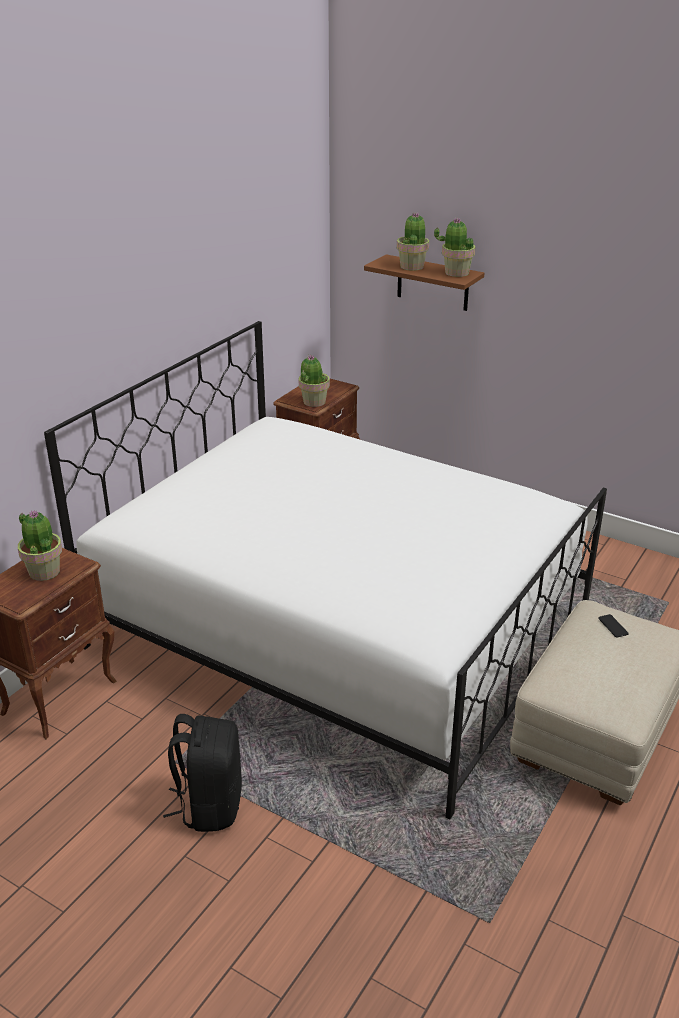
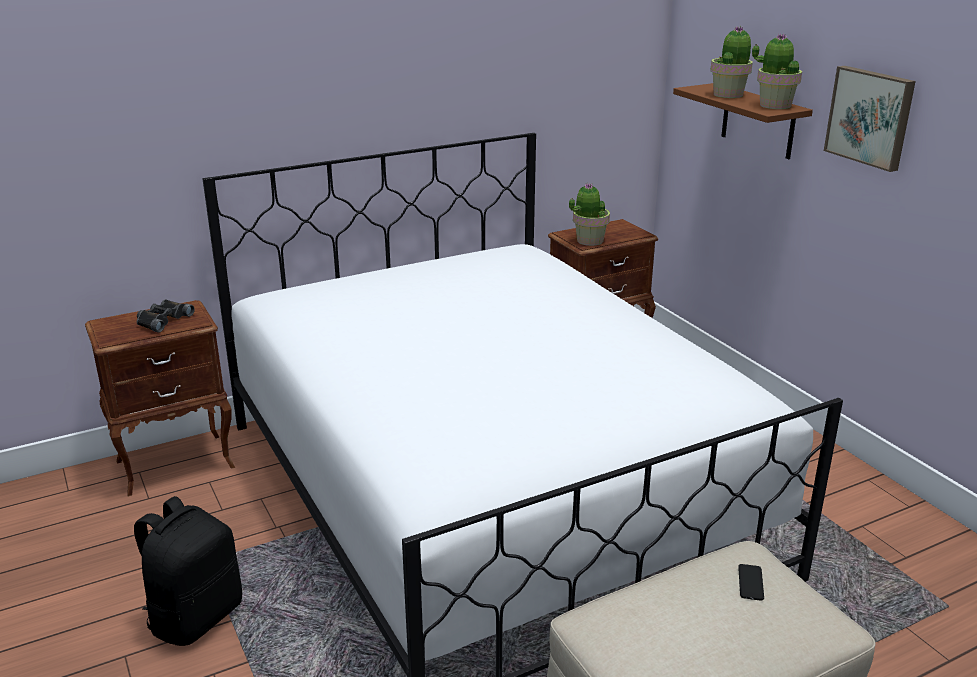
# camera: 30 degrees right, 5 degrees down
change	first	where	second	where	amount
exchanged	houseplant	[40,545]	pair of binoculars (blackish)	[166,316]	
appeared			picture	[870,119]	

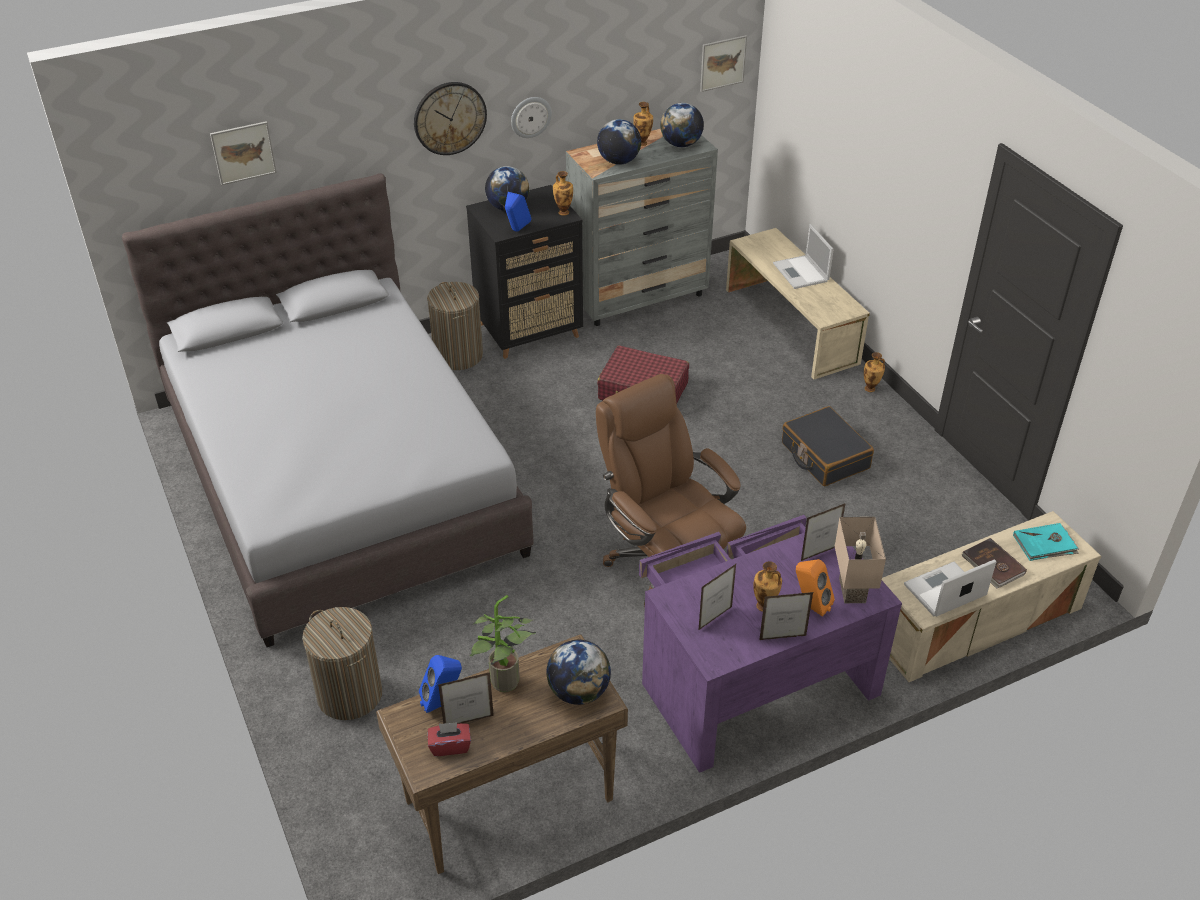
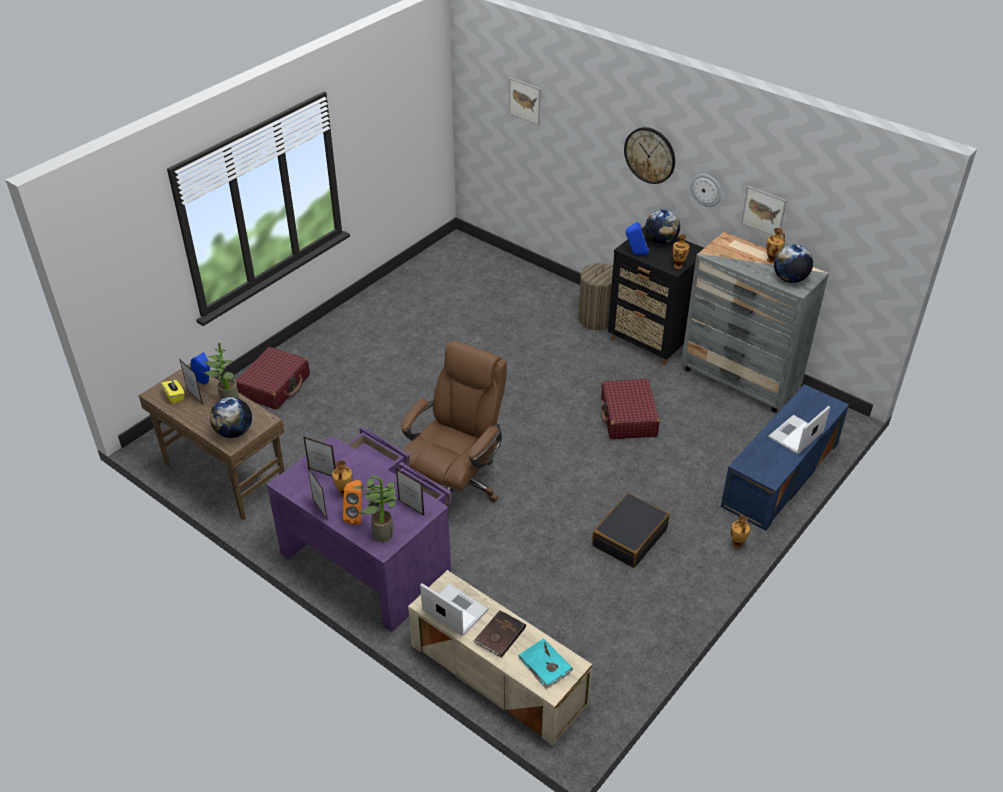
# camera: 65 degrees right, 0 degrees up
change	first	where	second	where	amount
missing	sleeping bed (grey)	[327,410]			
exchanged	laundry basket	[342,663]	travel case (red-coloured)	[272,378]	
colour	tissue holder (red-coloured)	[449,739]	tissue holder (yellow)	[173,391]	
missing	desk globe	[619,142]			
relocated	picture	[723,63]		[764,210]	
colour	bench (beige)	[798,304]	bench (blue-coloured)	[785,457]	
exchanged	table lamp (beige)	[860,560]	houseplant	[374,508]	

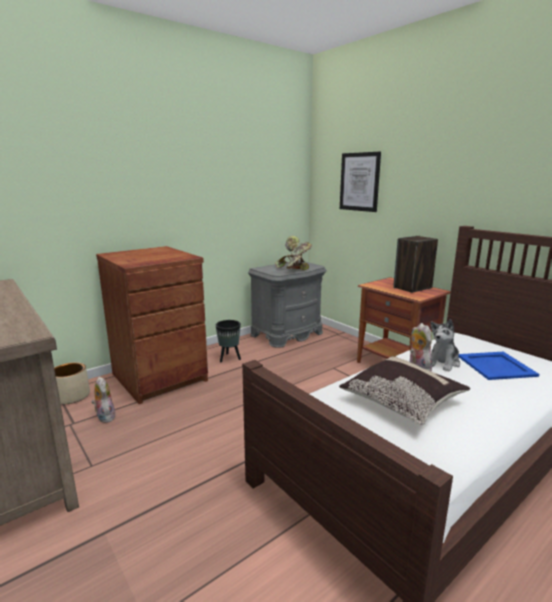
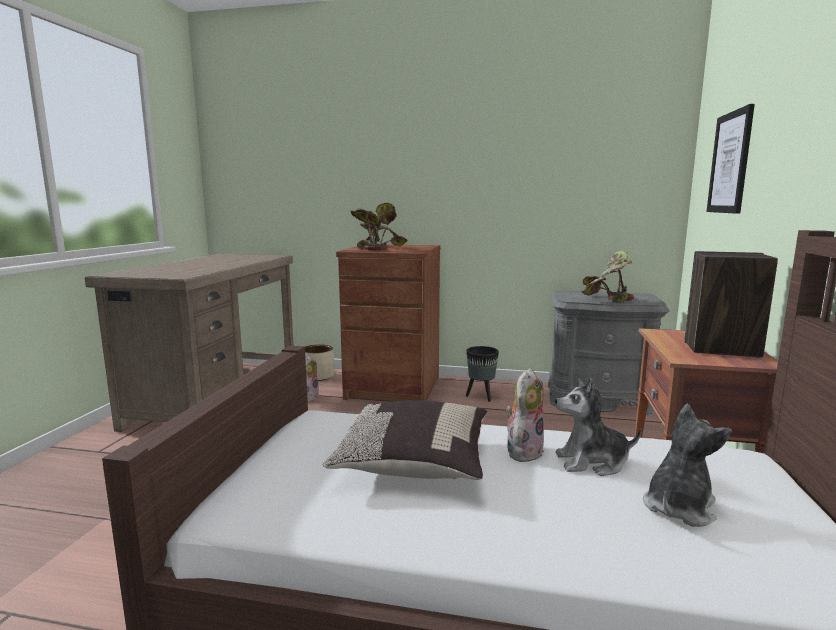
# camera: 50 degrees right, 5 degrees down
change	first	where	second	where	amount
exchanged	tray (blue-coloured)	[499,366]	cuddly toy	[687,465]	
appeared			houseplant	[379,227]	

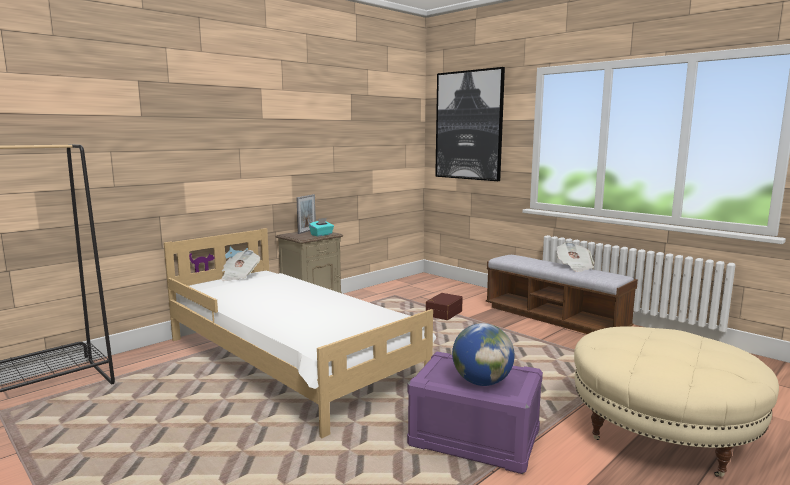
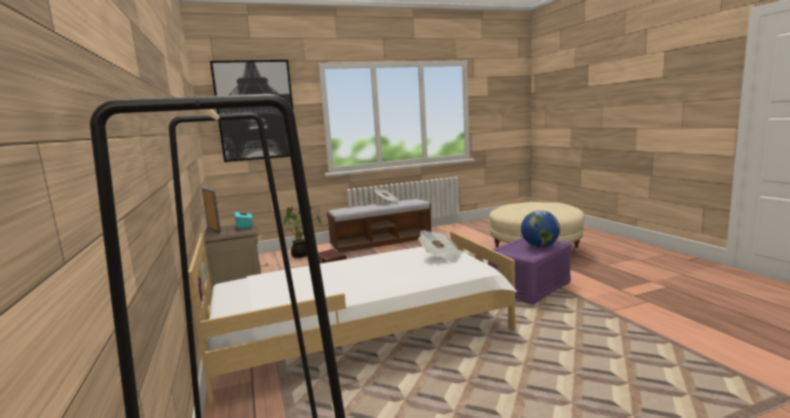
# camera: 65 degrees left, 0 degrees up
change	first	where	second	where	amount
relocated	newspaper	[240,265]		[440,247]	
appeared			houseplant	[302,232]	

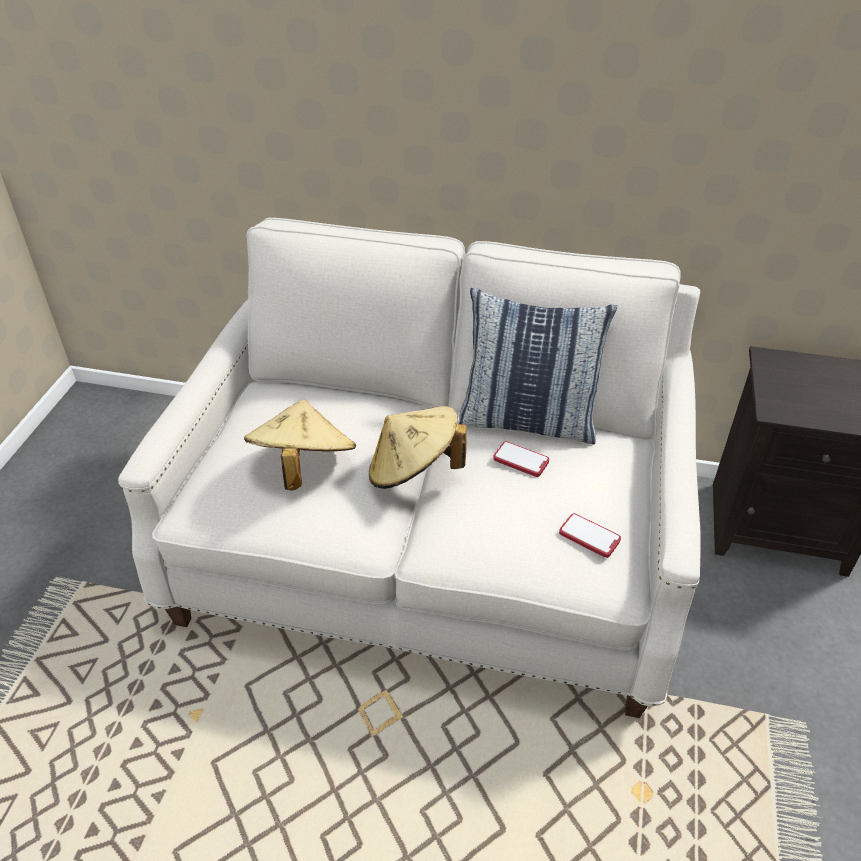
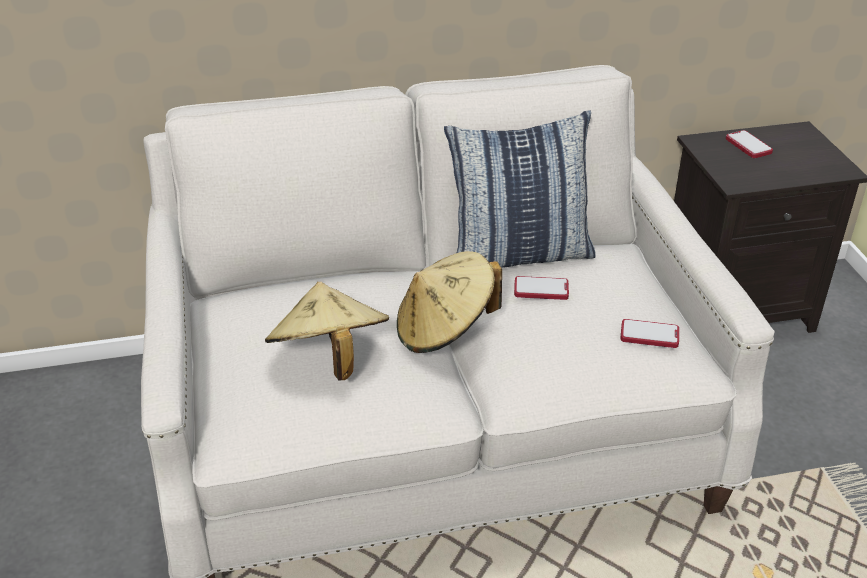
# camera: 25 degrees left, 5 degrees down
change	first	where	second	where	amount
appeared			telephone	[749,144]	

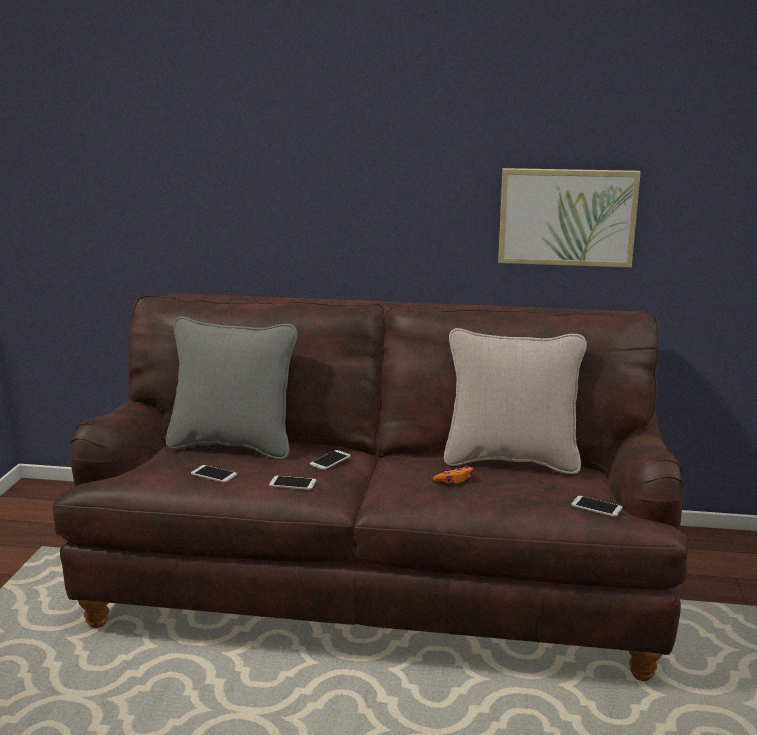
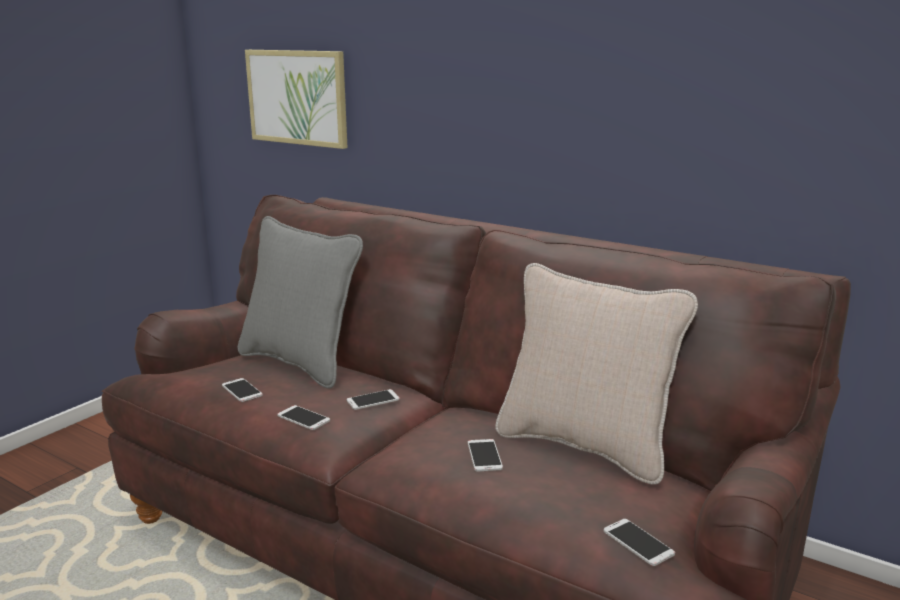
# camera: 25 degrees right, 0 degrees up
change	first	where	second	where	amount
exchanged	joypad (orange-coloured)	[453,474]	telephone	[485,455]	
relocated	picture	[569,218]		[296,99]	

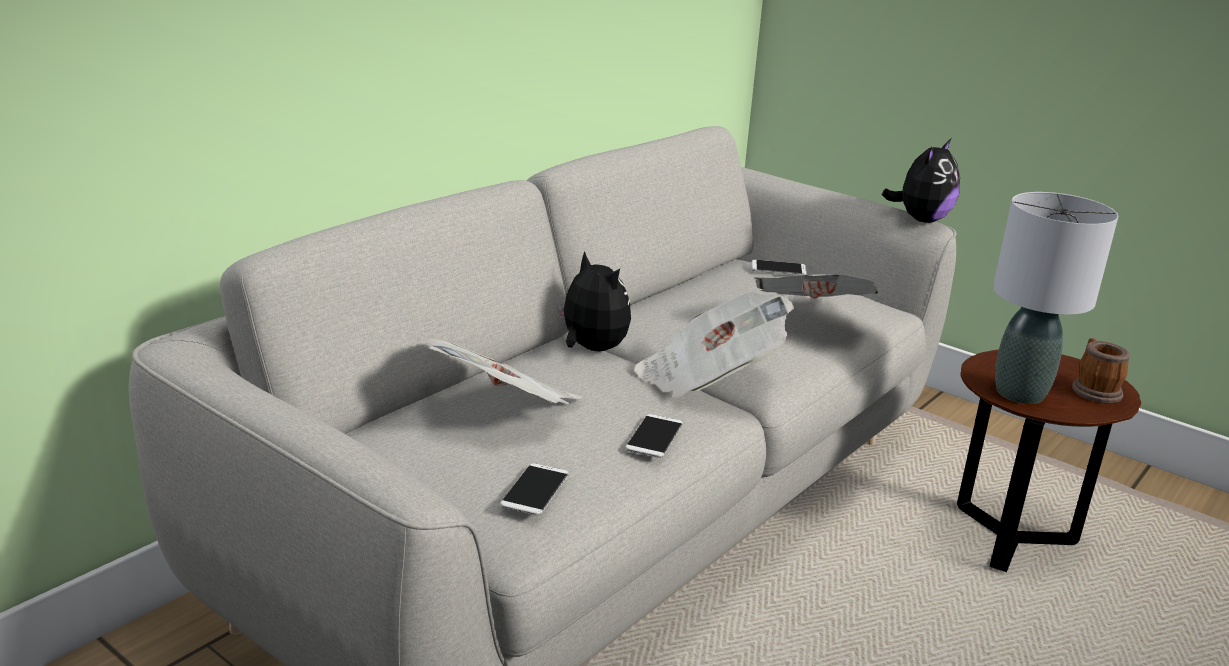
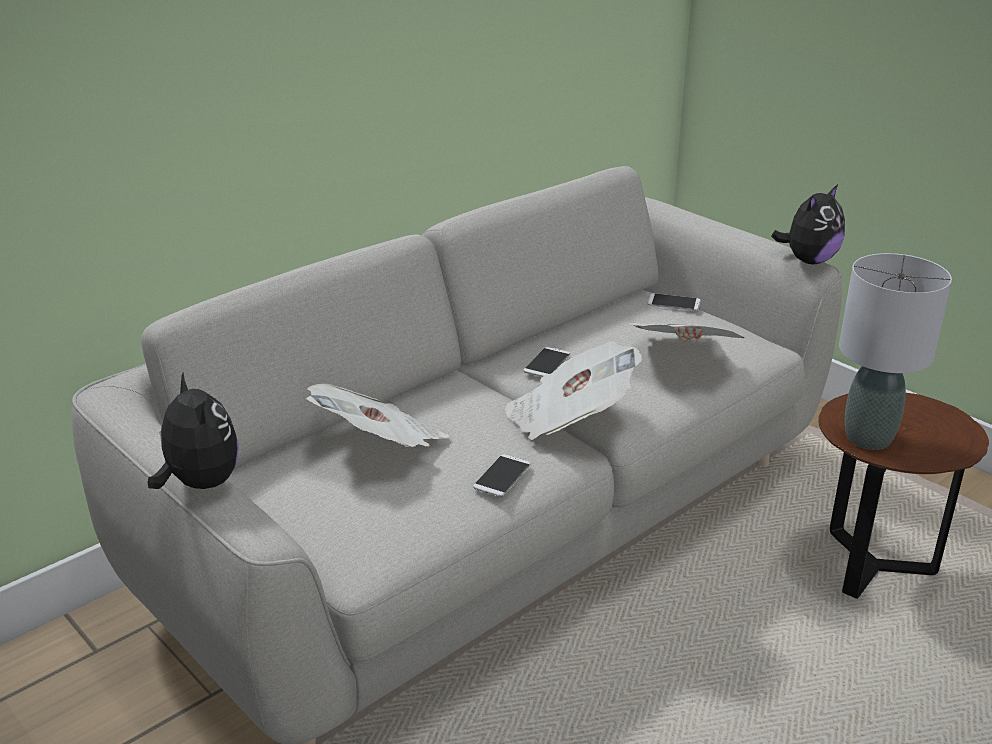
# camera: 10 degrees right, 5 degrees up
change	first	where	second	where	amount
relocated	telephone	[534,489]		[546,362]	
relocated	cuddly toy	[594,301]		[193,431]	
missing	tea mug	[1101,371]			

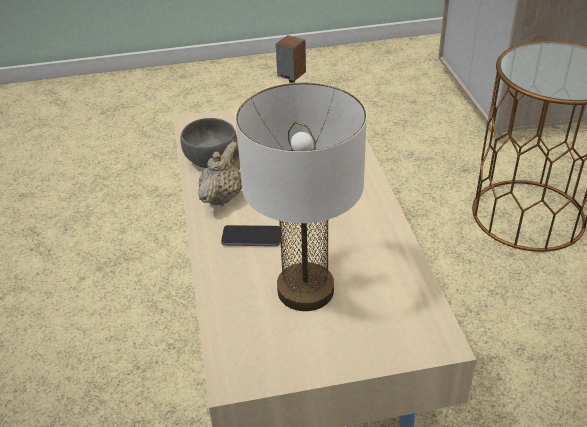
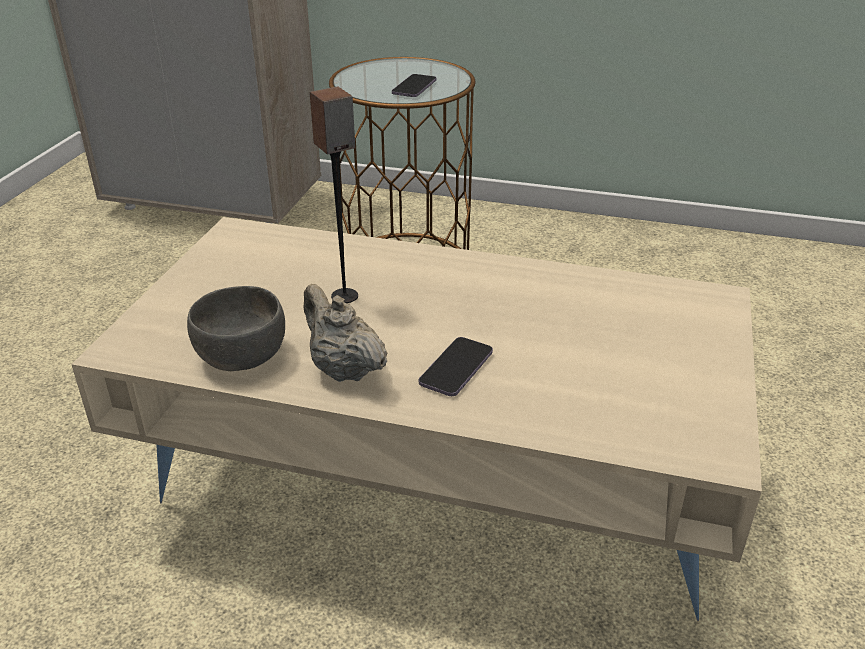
# camera: 65 degrees left, 5 degrees down
change	first	where	second	where	amount
missing	table lamp	[301,196]			
appeared			telephone	[414,85]	

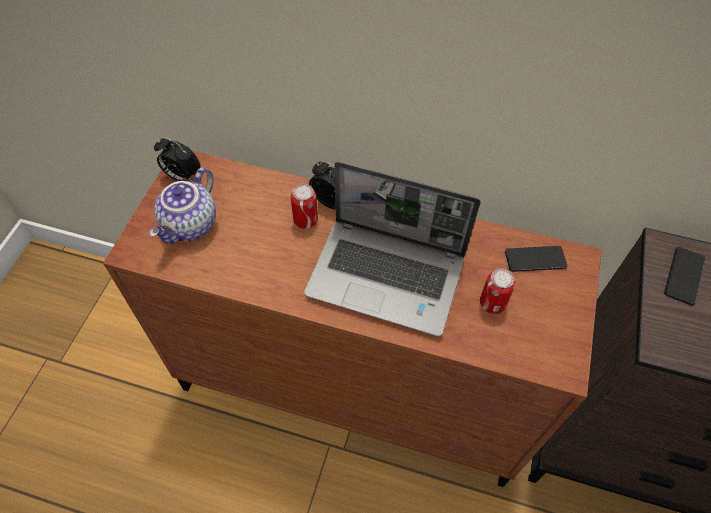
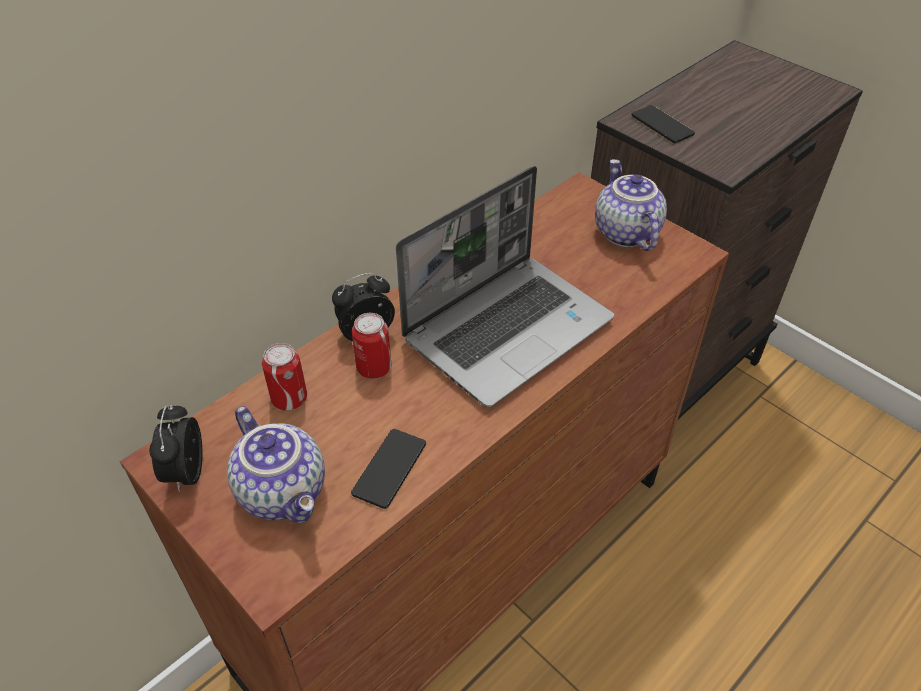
# camera: 60 degrees left, 10 degrees down
change	first	where	second	where	amount
spun	alarm clock	[177,159]		[176,449]	120 degrees clockwise
relocated	can	[497,291]		[284,376]	
relocated	telephone	[536,259]		[388,469]	
appeared			tea pot	[631,205]	

